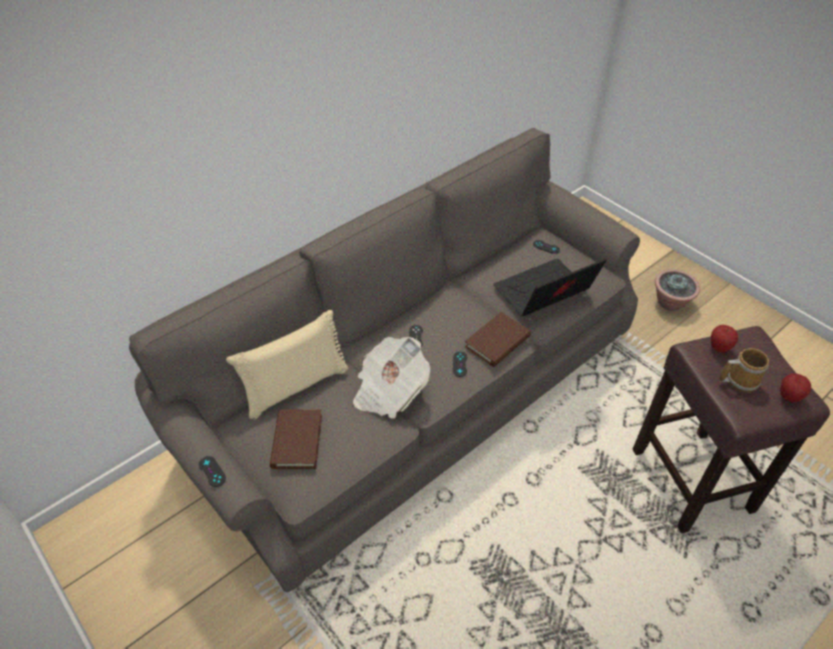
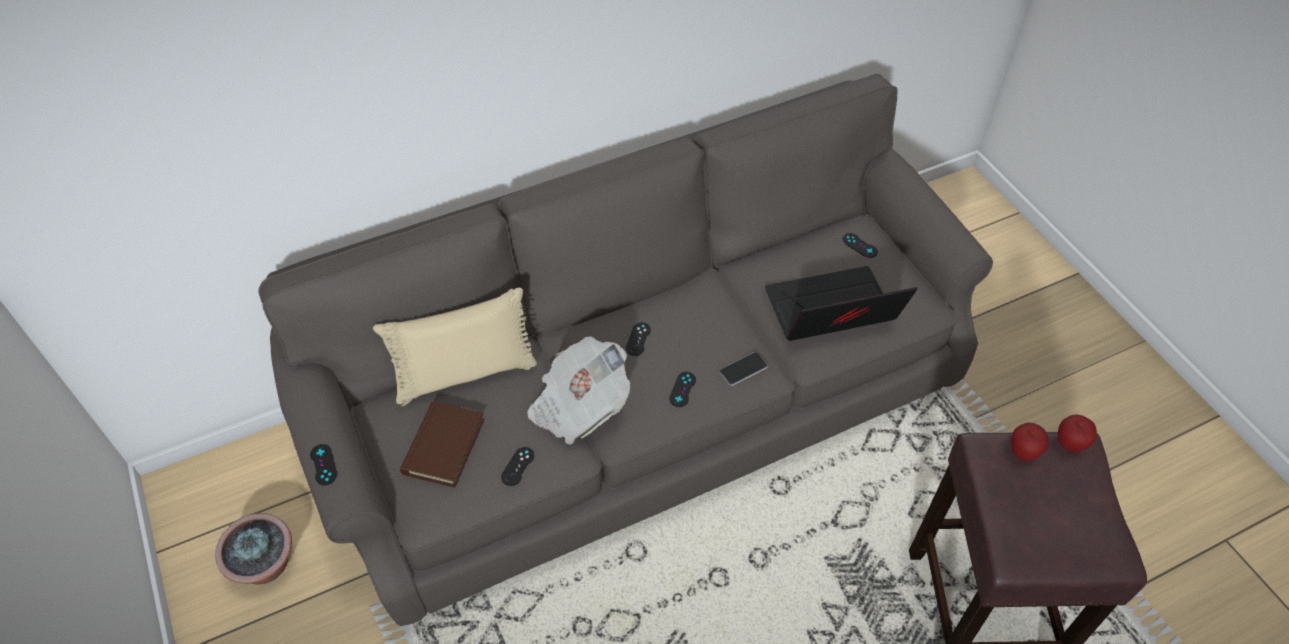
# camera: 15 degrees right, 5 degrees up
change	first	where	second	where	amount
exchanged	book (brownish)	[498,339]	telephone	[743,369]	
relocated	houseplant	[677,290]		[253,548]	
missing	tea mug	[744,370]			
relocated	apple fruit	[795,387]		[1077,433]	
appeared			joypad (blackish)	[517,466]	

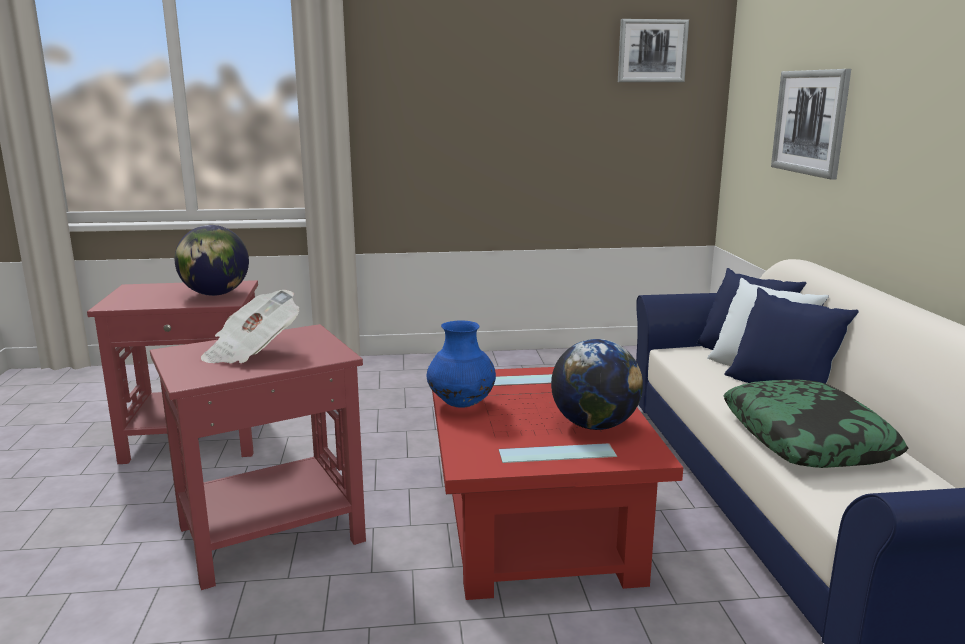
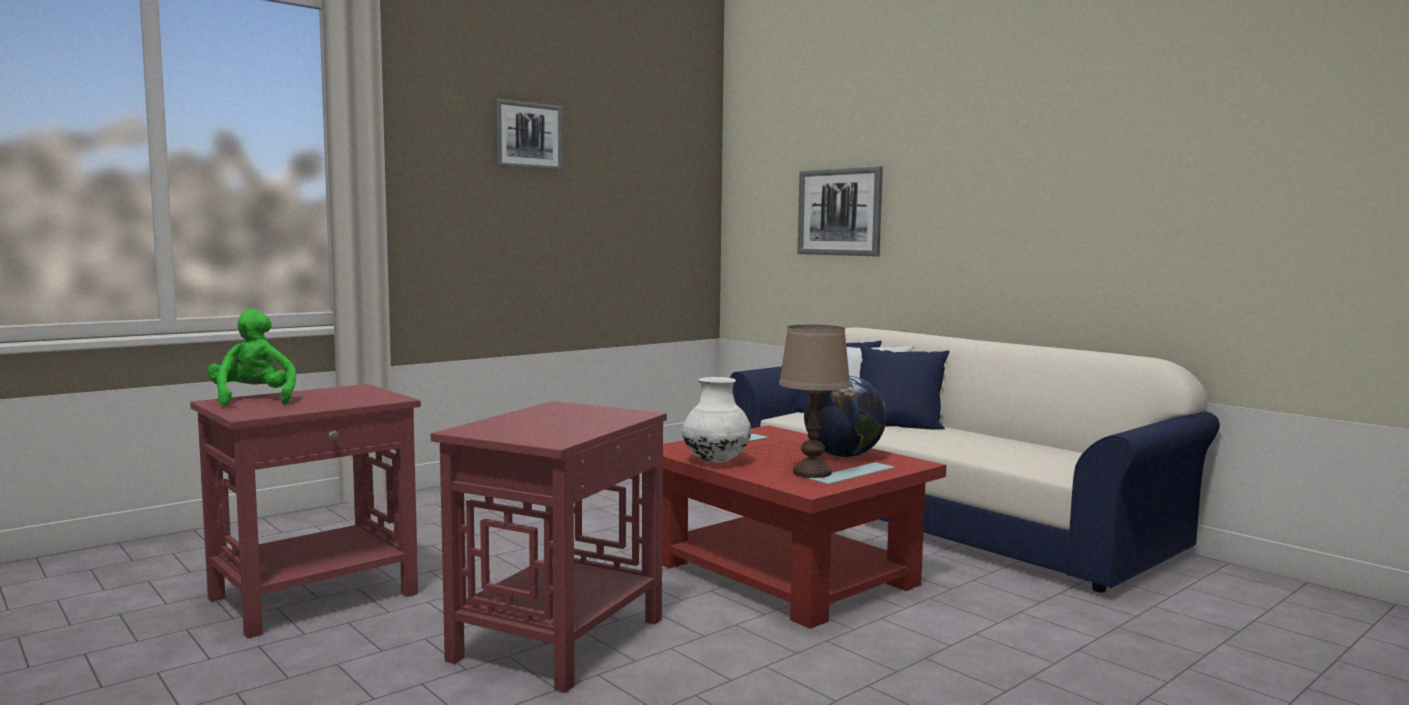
# camera: 35 degrees left, 10 degrees down
change	first	where	second	where	amount
missing	desk globe	[212,260]			
missing	newspaper	[250,327]			
colour	flower vase (blue-coloured)	[461,364]	flower vase (whitish)	[716,420]	
relocated	picture	[653,50]		[528,135]	
missing	pillow	[815,423]			
appeared			cuddly toy (green)	[251,357]	
appeared			table lamp (brownish)	[815,401]	

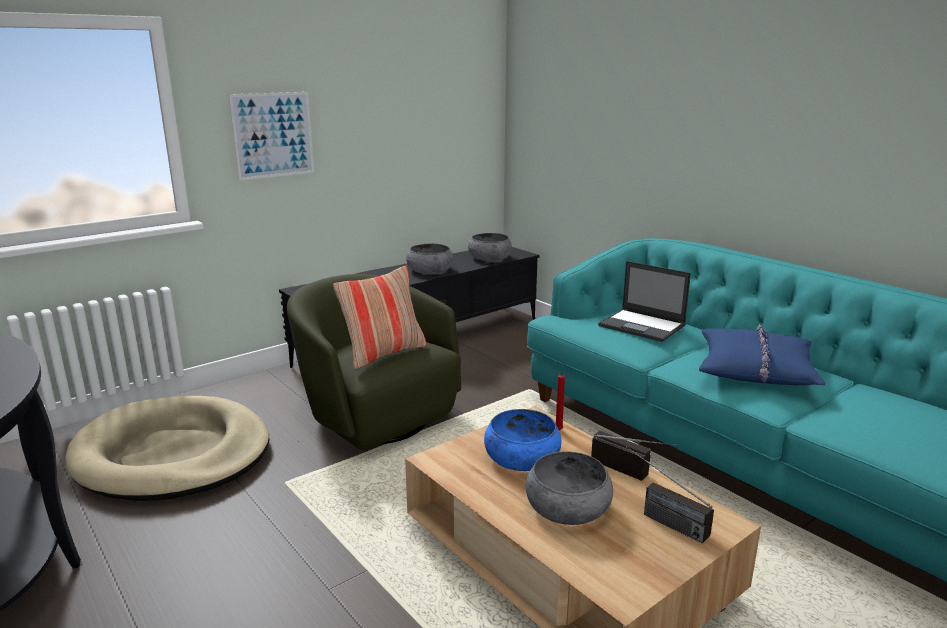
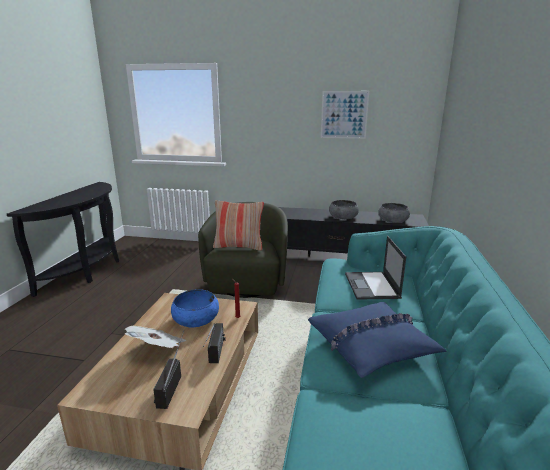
# camera: 50 degrees right, 0 degrees up
change	first	where	second	where	amount
missing	pet bed (beige)	[167,448]			
relocated	picture	[271,136]		[345,115]	
exchanged	serving bowl (grey)	[569,488]	newspaper	[155,337]	

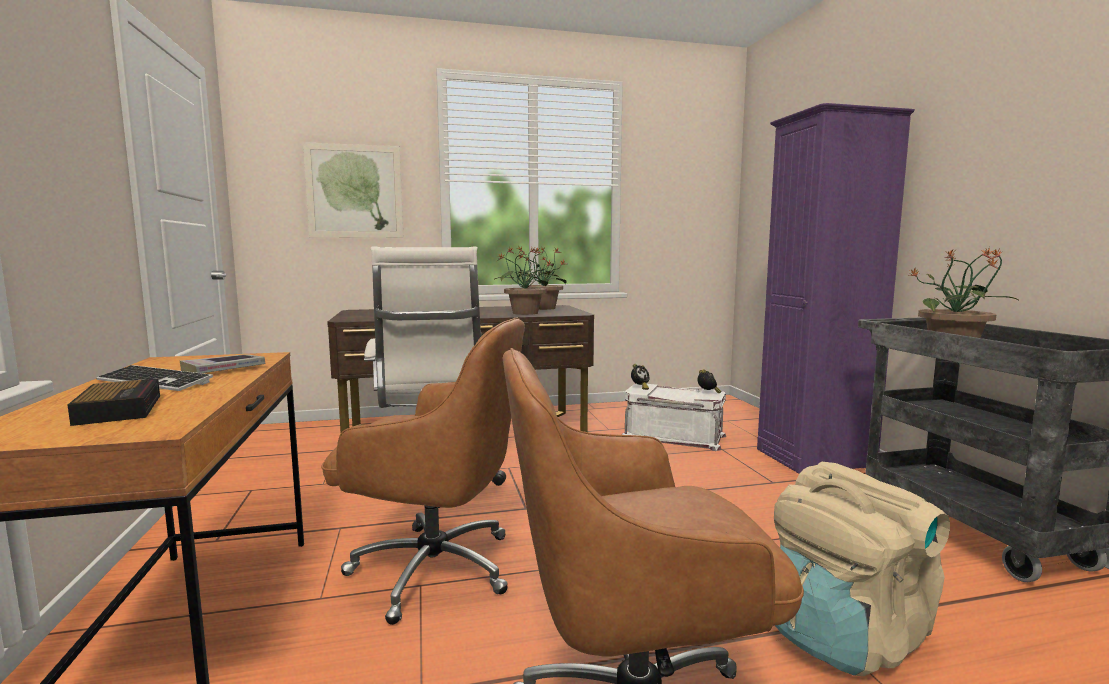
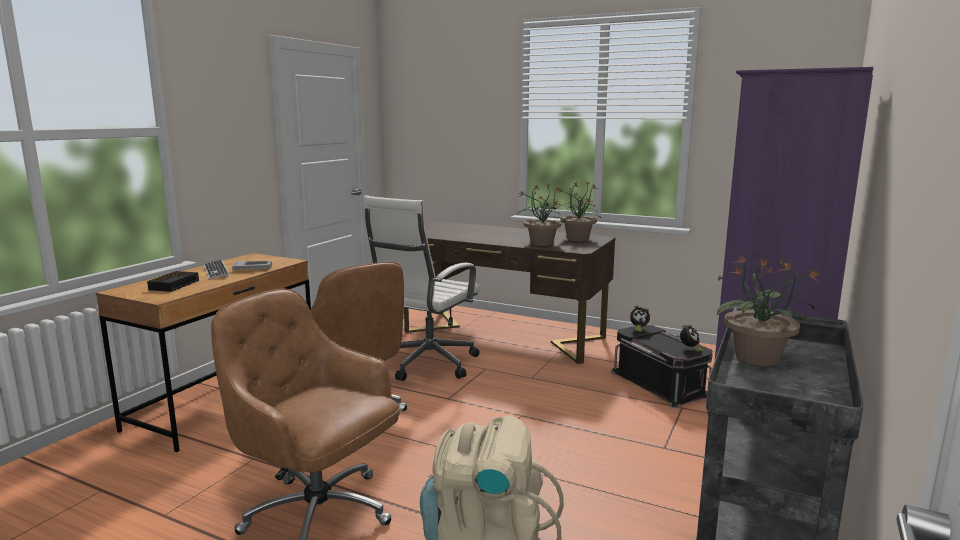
# camera: 40 degrees right, 5 degrees up
change	first	where	second	where	amount
missing	picture	[353,190]			
colour	storage container (whitish)	[674,417]	storage container (blackish)	[661,366]	

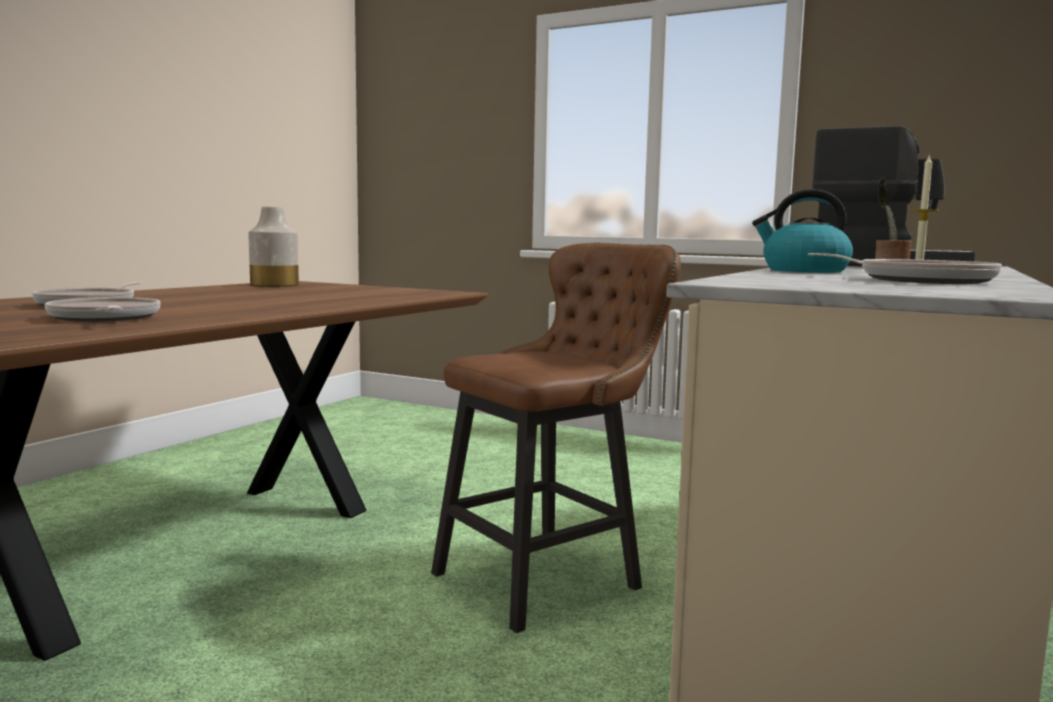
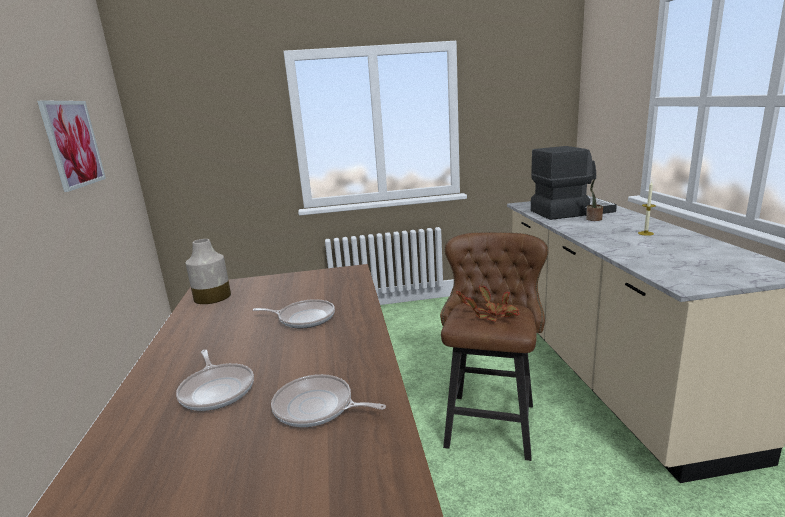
# camera: 35 degrees left, 10 degrees up
change	first	where	second	where	amount
missing	tea kettle	[802,231]			
relocated	skillet	[905,268]		[294,314]	
appeared			picture	[71,146]	
appeared			houseplant	[487,303]	

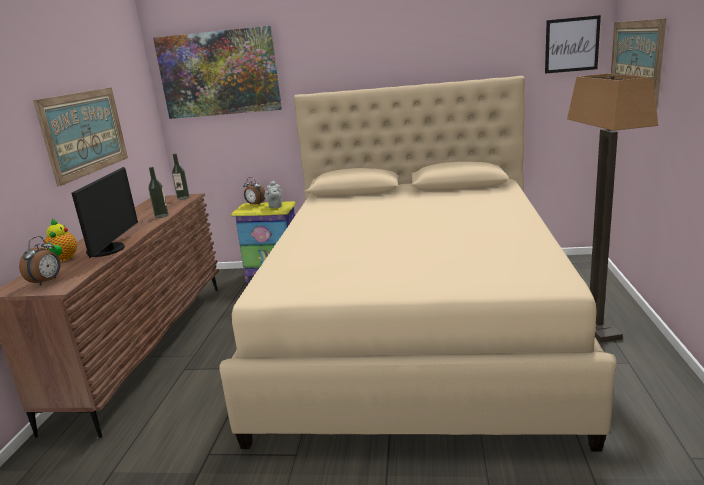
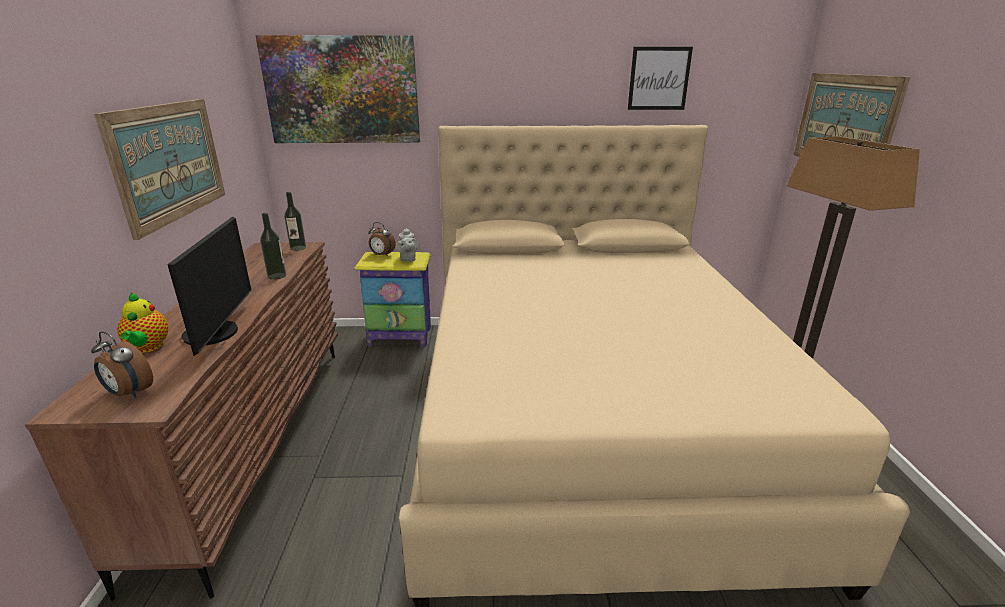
# camera: 10 degrees left, 5 degrees up
change	first	where	second	where	amount
spun	alarm clock	[39,261]		[122,364]	105 degrees clockwise
relocated	picture	[573,44]		[660,78]	

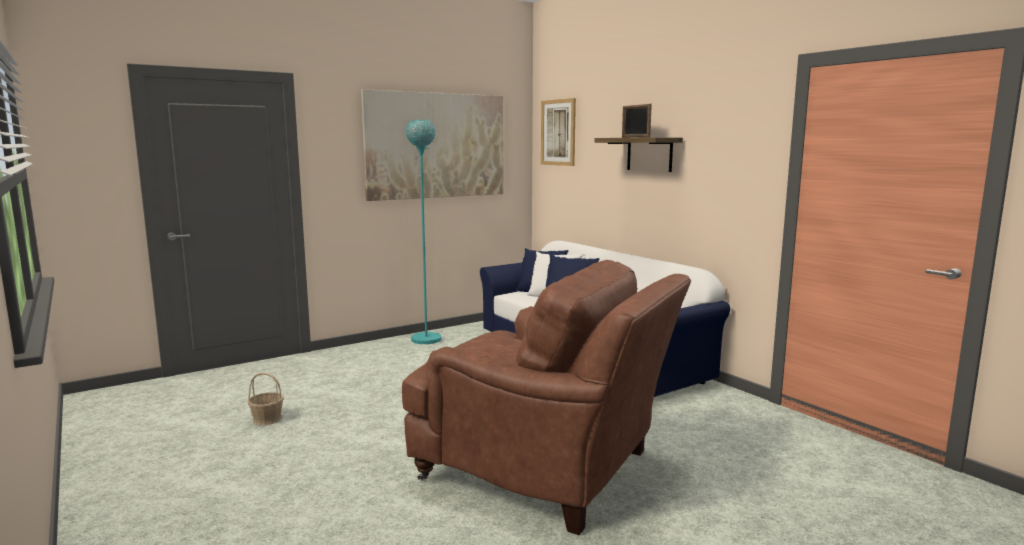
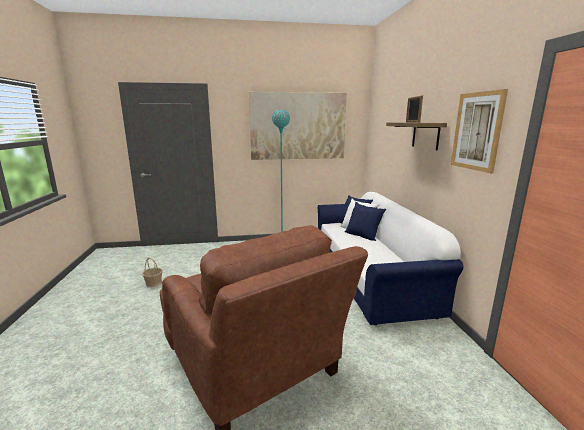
# camera: 25 degrees right, 5 degrees up
change	first	where	second	where	amount
relocated	picture	[558,132]		[479,131]	

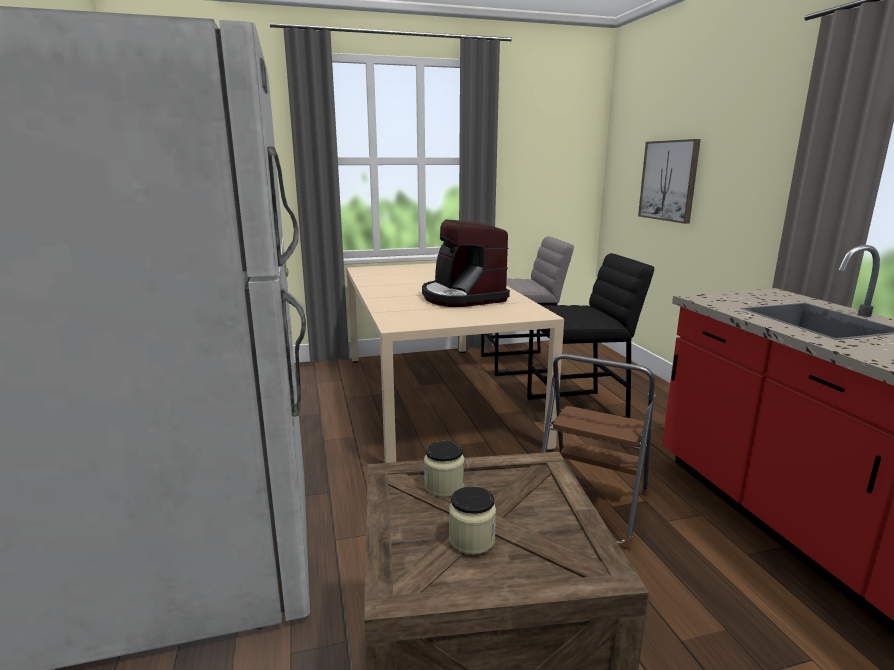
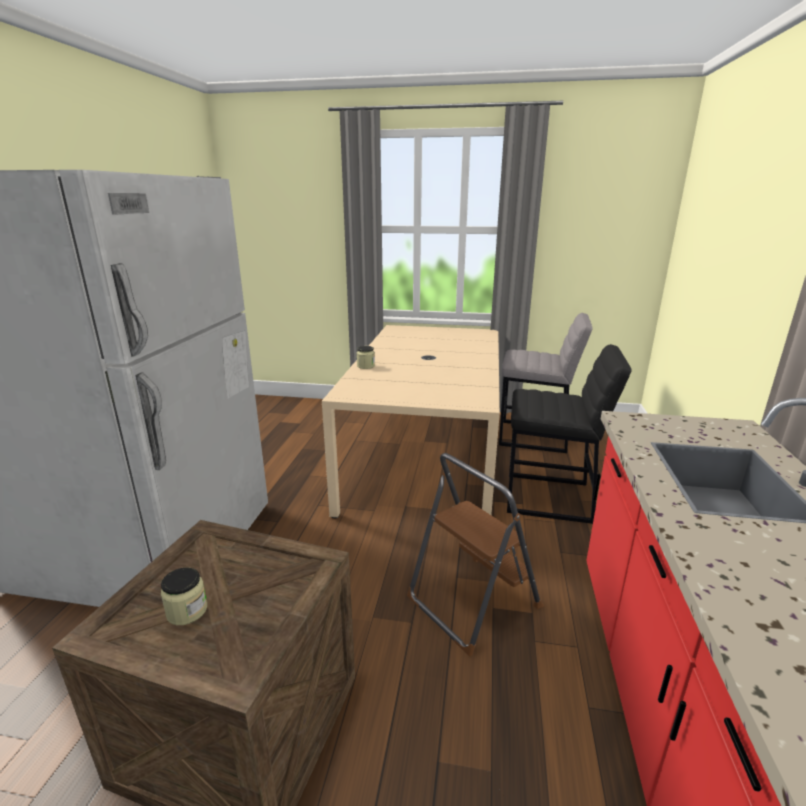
# camera: 25 degrees right, 5 degrees up
change	first	where	second	where	amount
missing	coffee brewer	[466,263]			
relocated	preserve jar	[444,469]		[366,357]	
missing	picture	[669,181]			

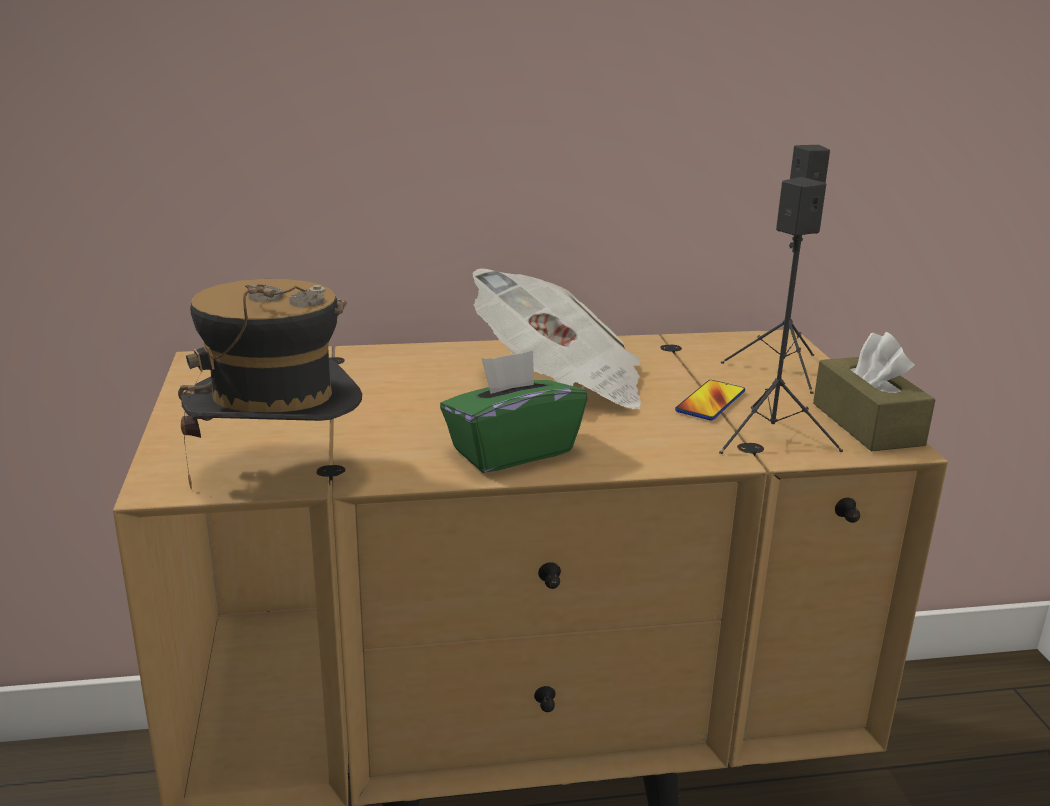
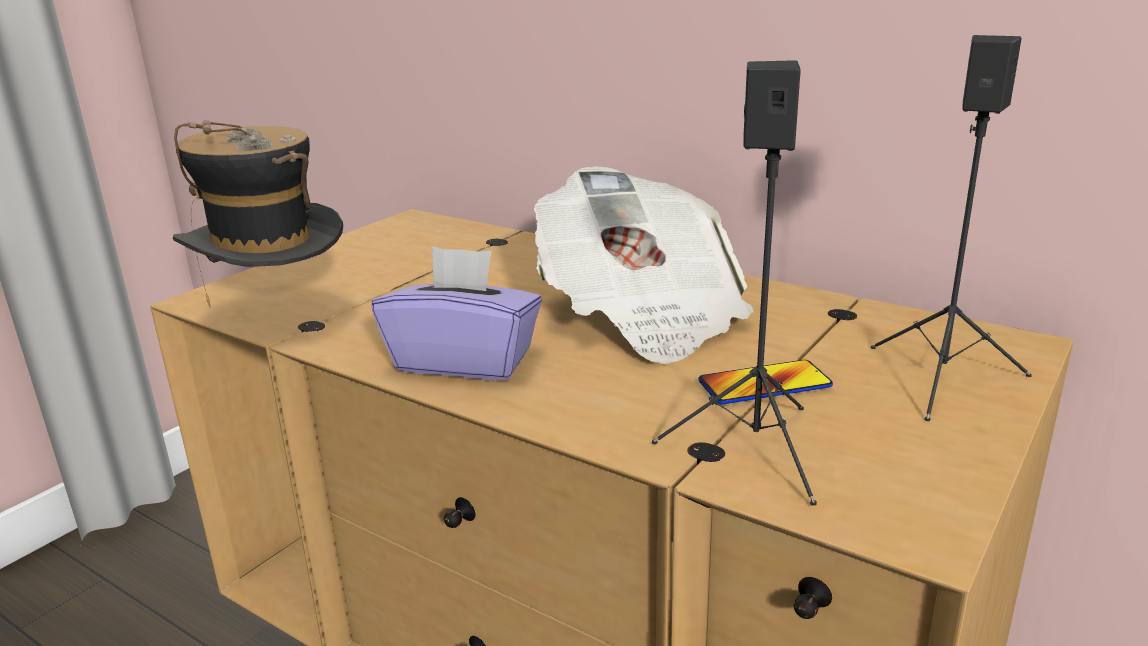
# camera: 45 degrees right, 0 degrees up
change	first	where	second	where	amount
colour	tissue holder (green)	[514,411]	tissue holder (purplish)	[457,313]	
missing	tissue holder (brownish)	[874,391]			

